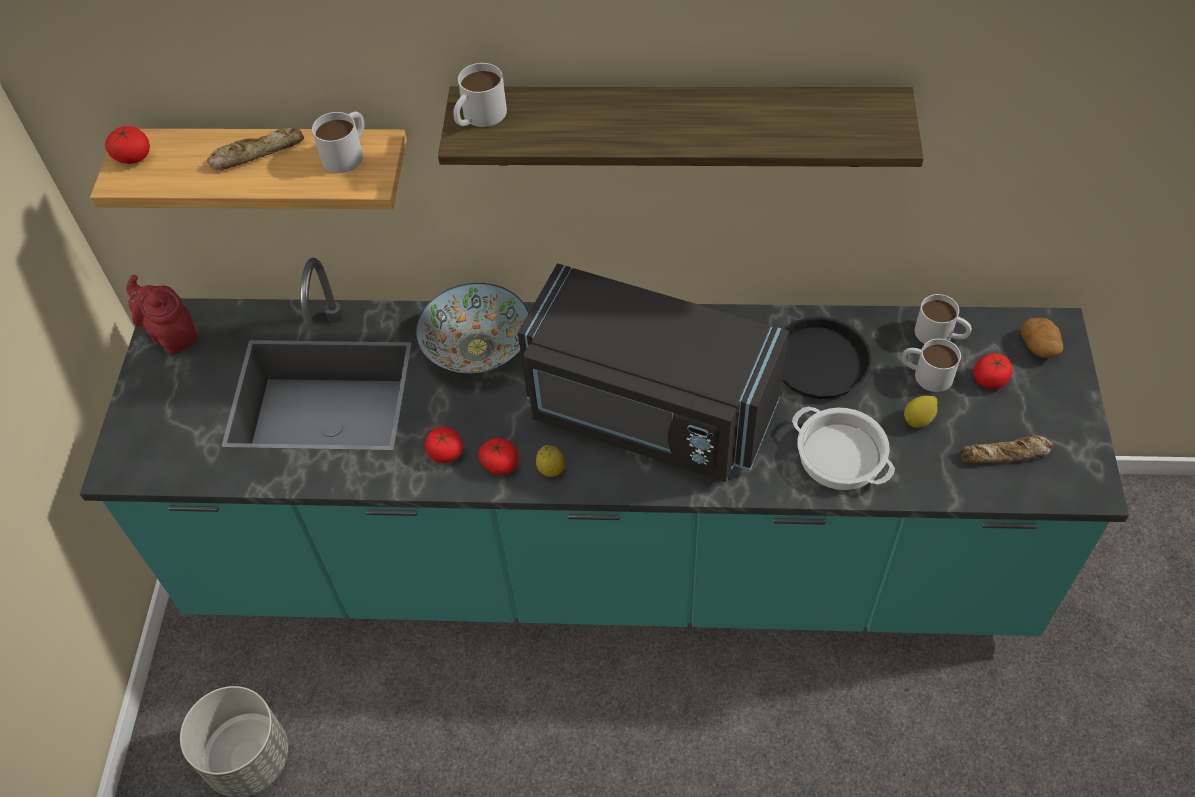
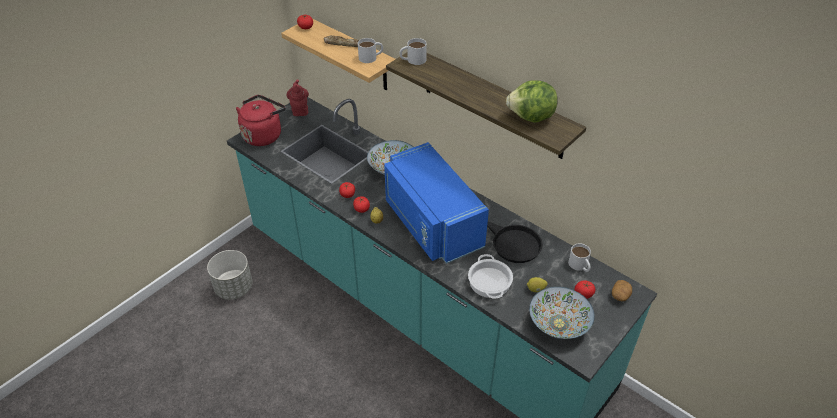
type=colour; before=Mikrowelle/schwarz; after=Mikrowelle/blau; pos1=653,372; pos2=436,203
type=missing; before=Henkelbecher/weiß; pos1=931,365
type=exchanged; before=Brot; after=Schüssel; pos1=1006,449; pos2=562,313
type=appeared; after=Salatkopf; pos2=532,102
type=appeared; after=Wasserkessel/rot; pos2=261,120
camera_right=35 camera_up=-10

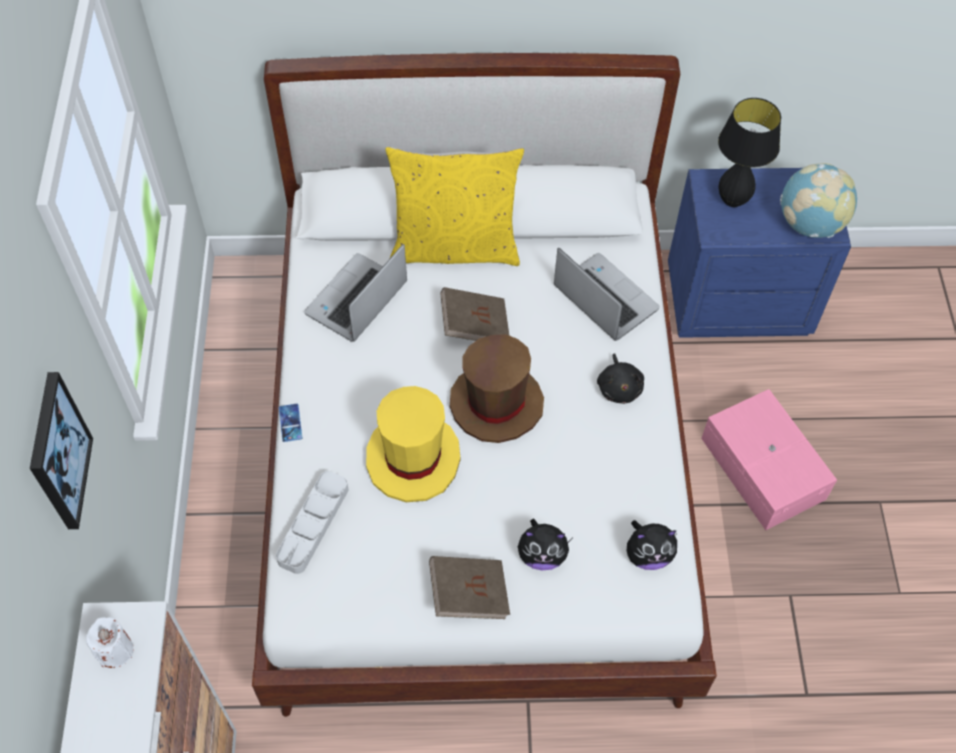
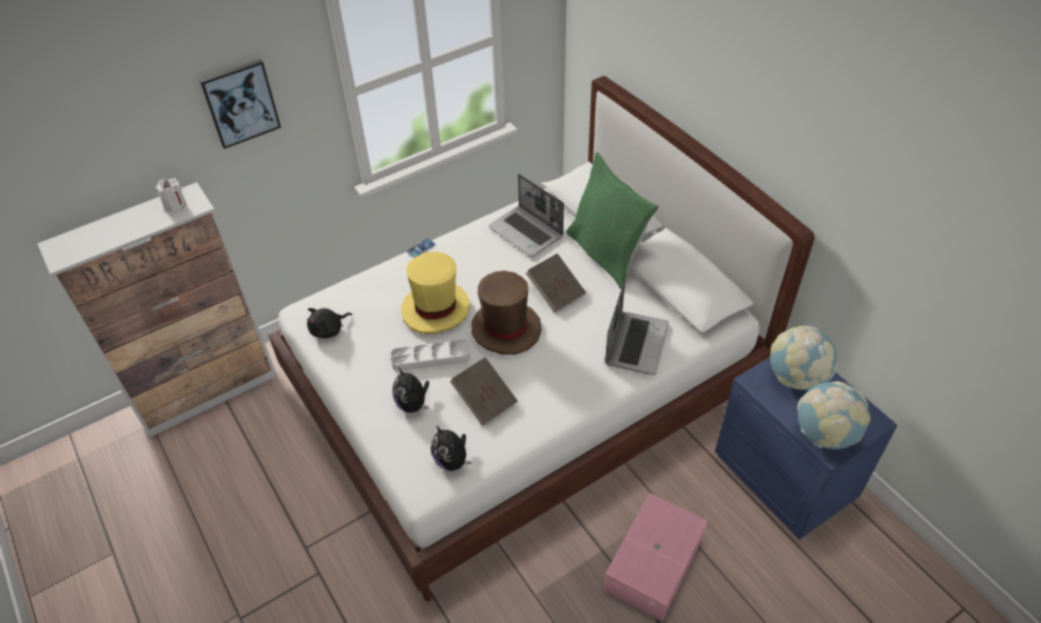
type=exchanged; before=Tischlampe/schwarz; after=Globus; pos1=749,152; pos2=803,357
type=colour; before=Kissen/gelb; after=Kissen/grün; pos1=454,206; pos2=612,220
type=spun; before=Laptop; pos1=355,293; pos2=526,215; turn=-135
type=relocated; before=Plüschtier/schwarz; pos1=620,378; pos2=329,323
type=relocated; before=Tablett/grau; pos1=312,522; pos2=430,355
type=relocated; before=Buch/braun; pos1=469,587; pos2=484,391
camera_right=60 camera_up=-10

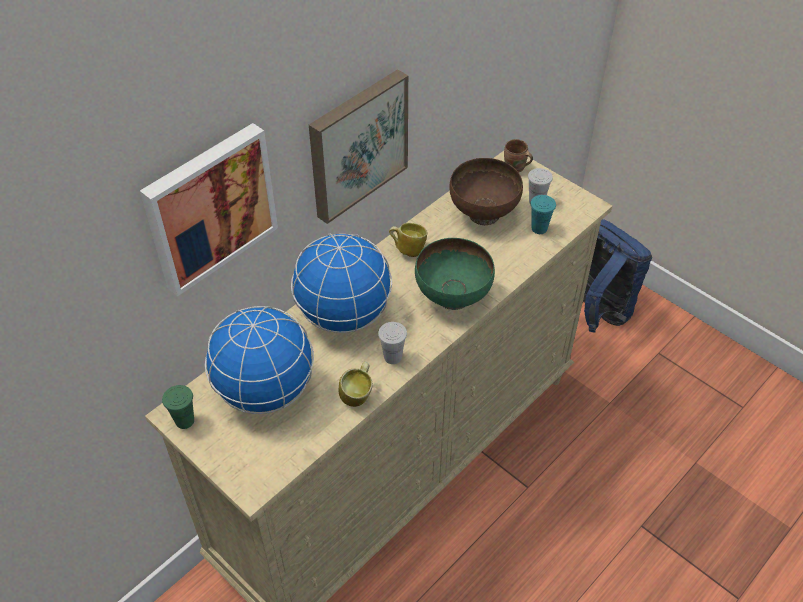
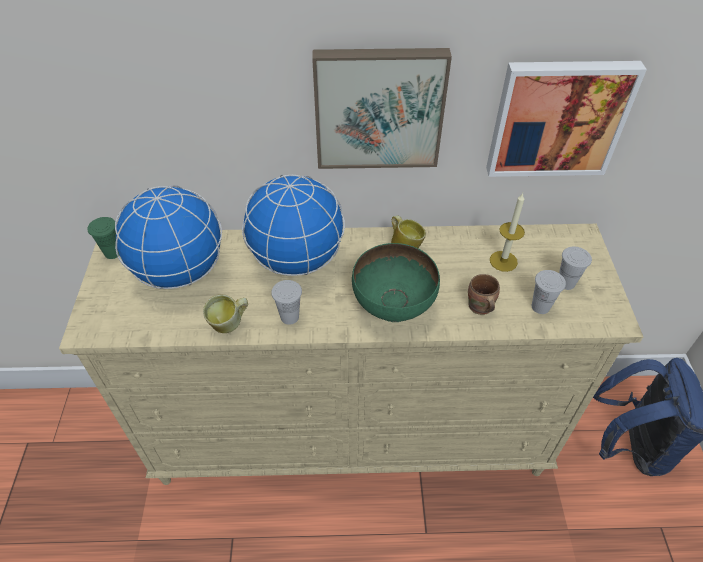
type=relocated; before=Bild; pos1=209,209; pos2=566,119
type=relocated; before=Henkelbecher/braun; pos1=518,155; pos2=484,294
type=exchanged; before=Schüssel/braun; after=Kerze; pos1=486,191; pos2=507,232
type=colour; before=Tasse/türkis; after=Tasse/weiß; pos1=543,214; pos2=549,292
camera_right=45 camera_up=0

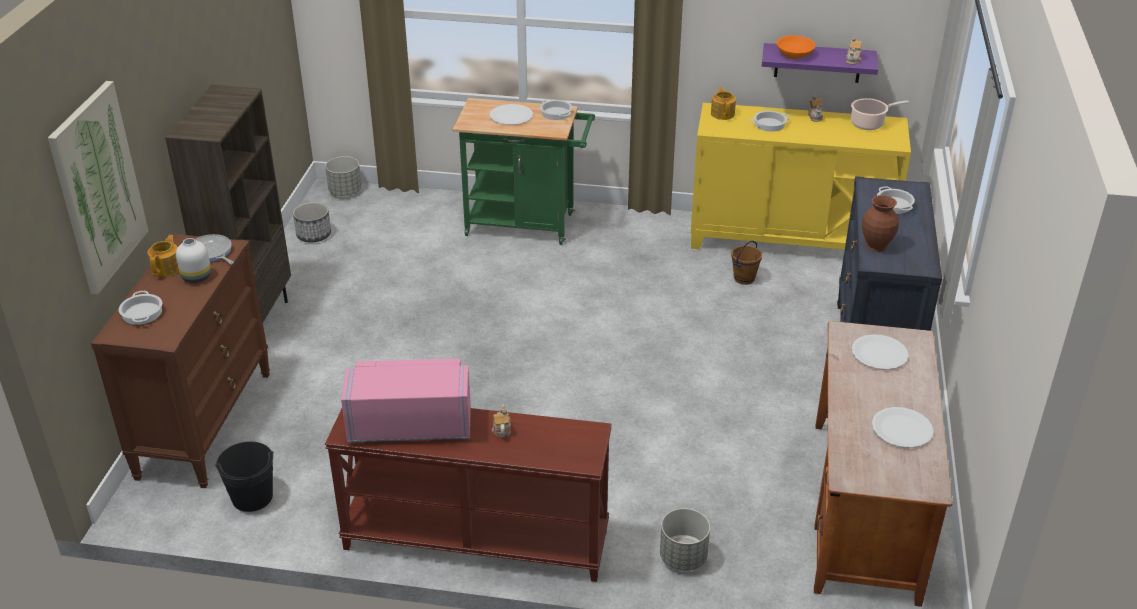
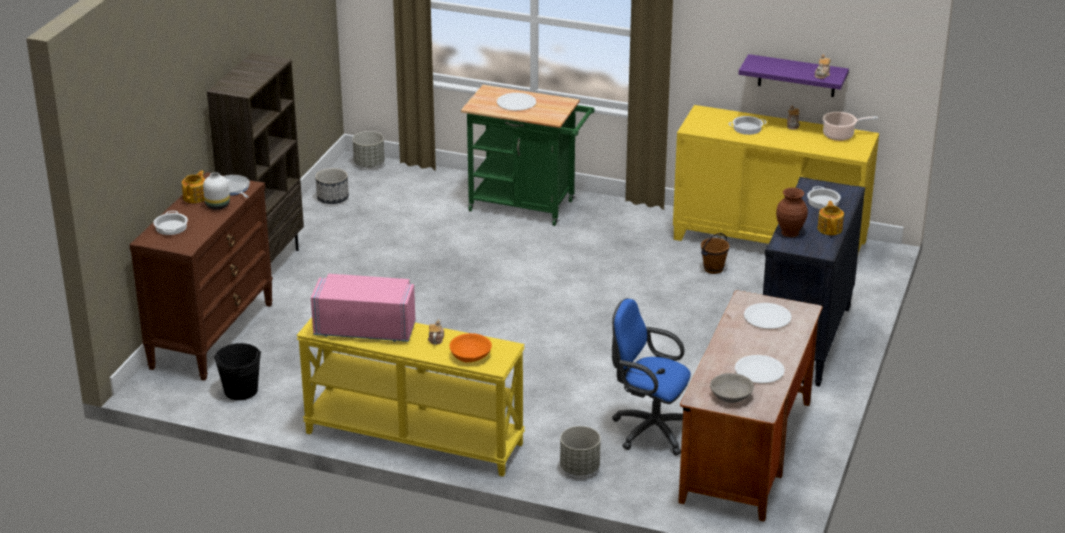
type=relocated; before=Schüssel/orange; pos1=796,47; pos2=471,348
type=missing; before=Bild; pos1=98,188
type=relocated; before=Teekanne; pos1=723,103; pos2=830,218
type=missing; before=Kochtopf; pos1=556,109
type=colour; before=Konsolentisch/braun; after=Konsolentisch/gelb; pos1=468,495; pos2=410,397
type=appeared; after=Bürostuhl/blau; pos2=651,377
type=appeared; after=Schüssel/grau; pos2=732,388
camera_right=10 camera_up=-5

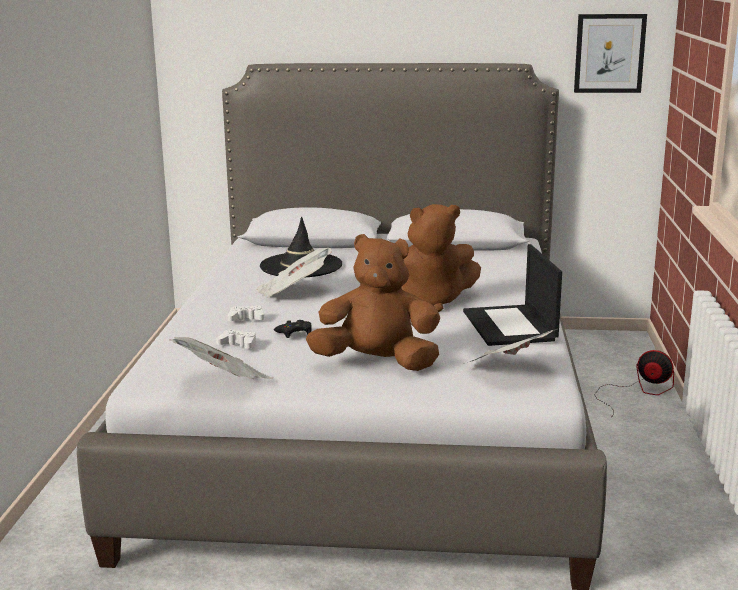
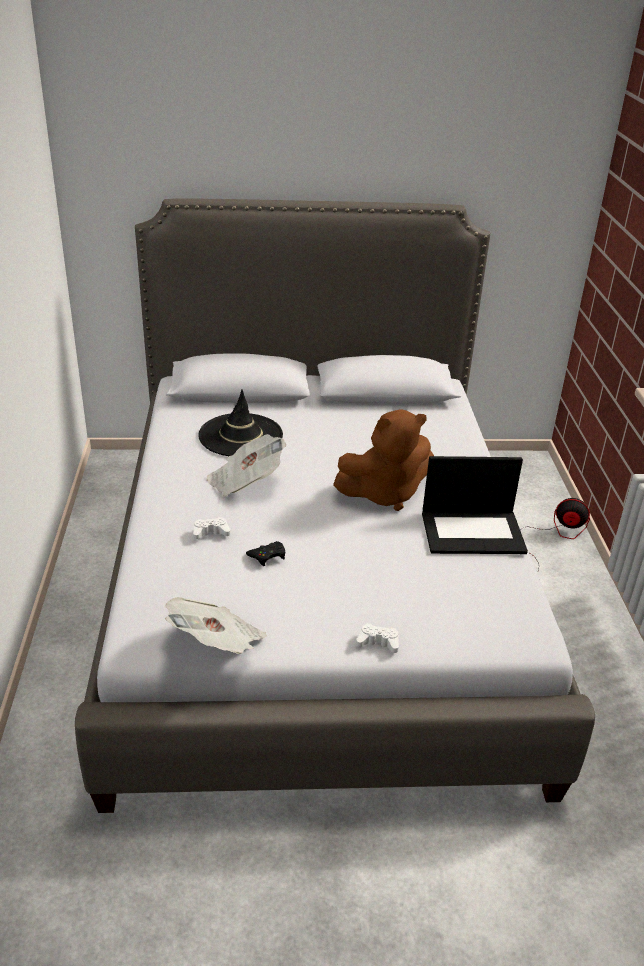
type=missing; before=Bild; pos1=610,53
type=missing; before=Plüschtier/braun; pos1=373,302
type=spun; before=Laptop; pos1=512,295; pos2=475,505; turn=-75
type=relocated; before=Gamepad/weiß; pos1=236,339; pos2=377,638
type=missing; before=Zeitung; pos1=511,346
camera_right=-10 camera_up=15

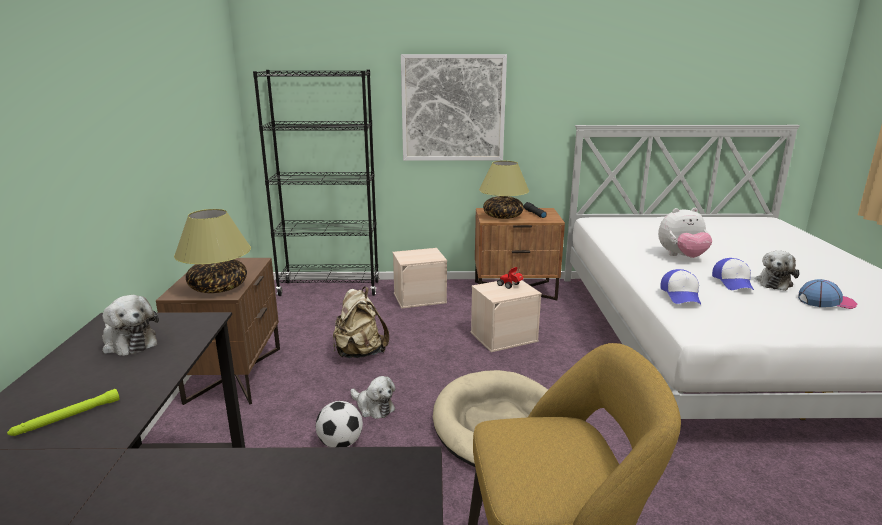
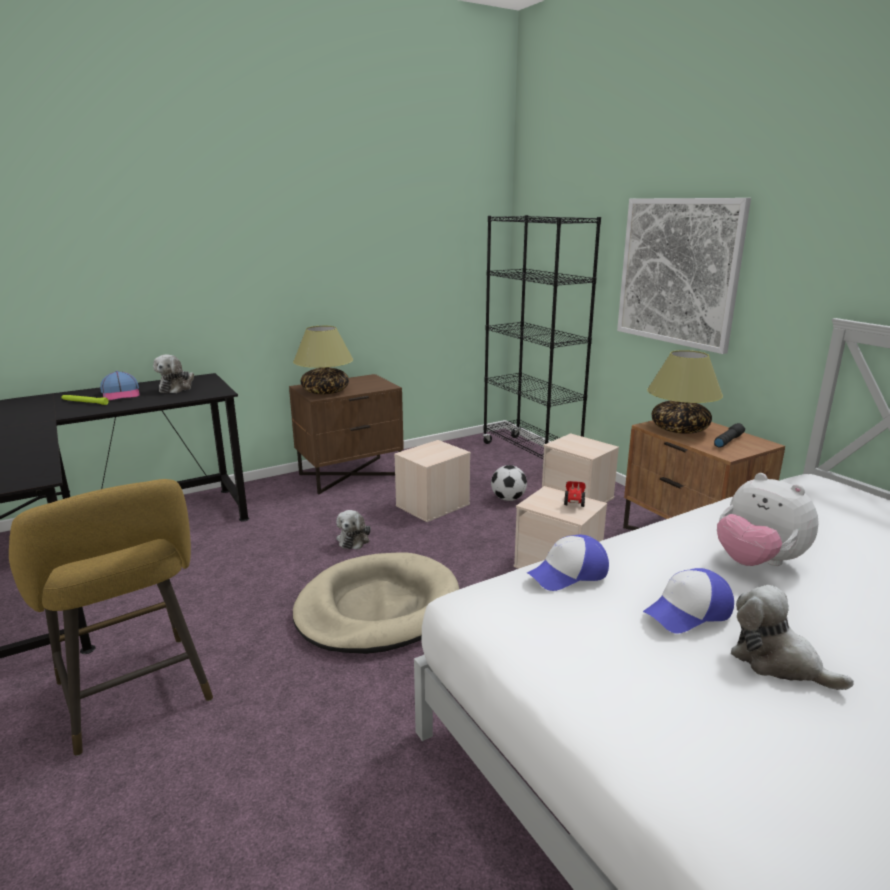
type=spun; before=Plüschtier; pos1=777,270; pos2=792,637; turn=45
type=relocated; before=Kappe; pos1=827,294; pos2=120,385
type=exchanged; before=Rucksack/beige; after=Aufbewahrungsbox/beige; pos1=361,322; pos2=432,481
type=relocated; before=Fußball; pos1=339,424; pos2=509,483
camera_right=60 camera_up=0

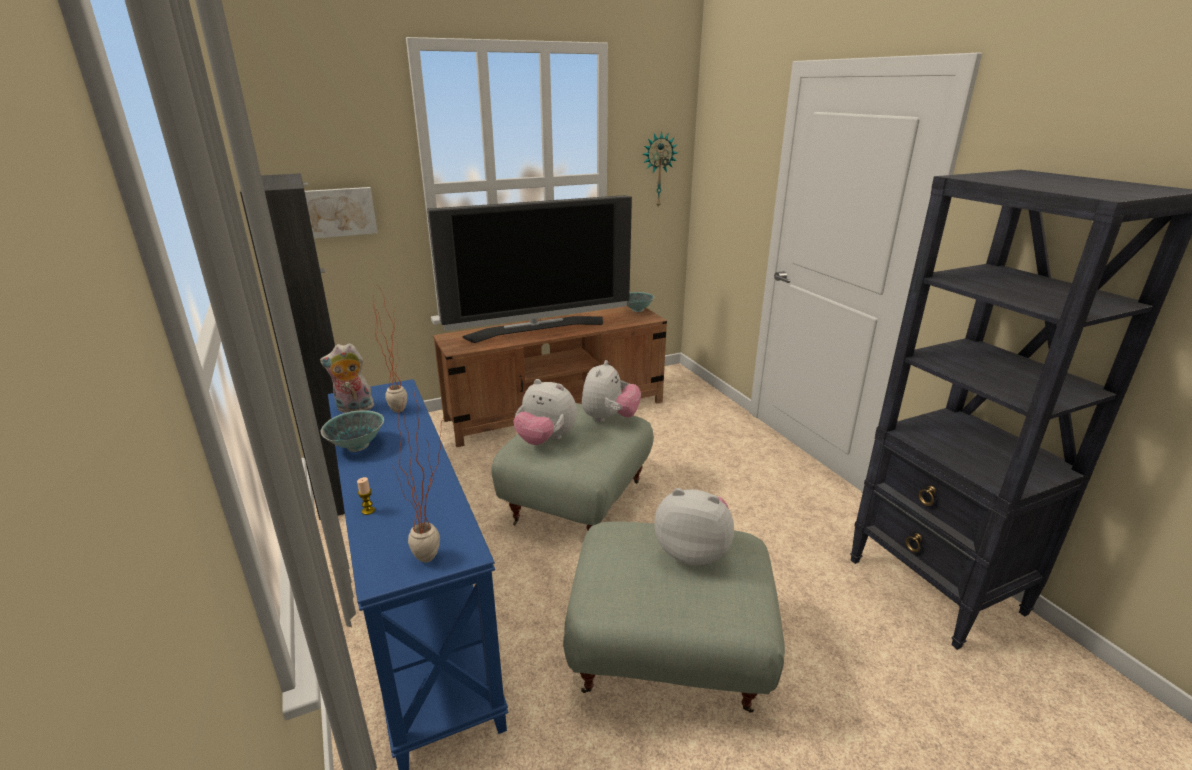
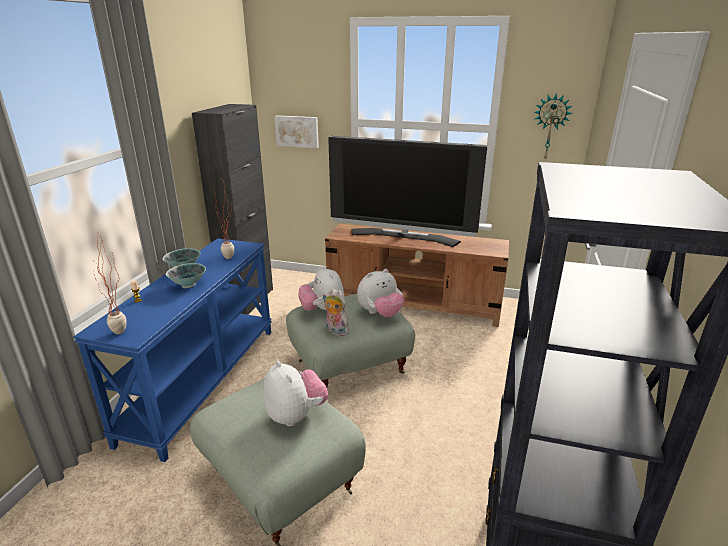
type=relocated; before=Schüssel; pos1=640,302; pos2=186,275
type=relocated; before=Plüschtier; pos1=347,378; pos2=336,312
camera_right=40 camera_up=0

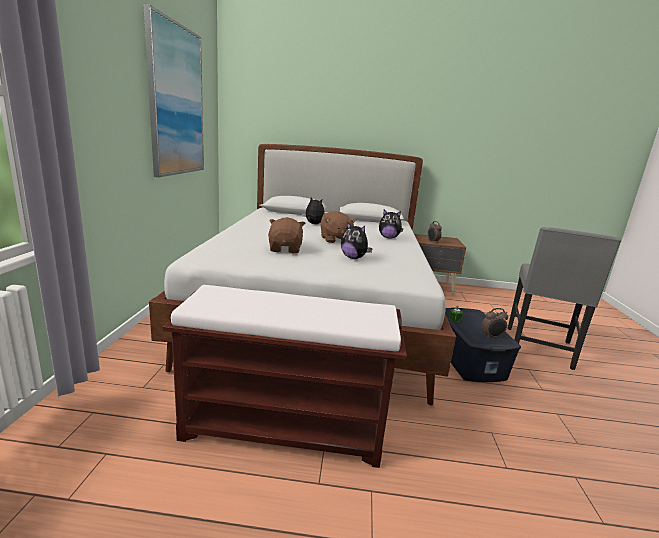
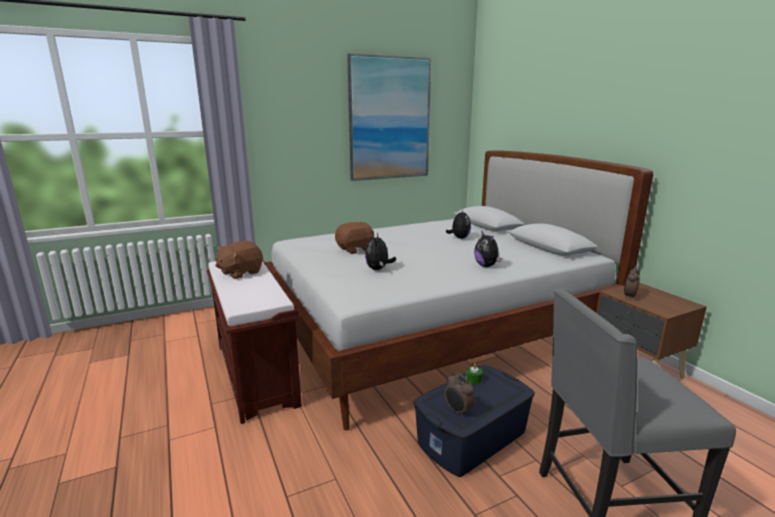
type=relocated; before=Plüschtier/braun; pos1=338,227; pos2=239,260
camera_right=60 camera_up=0

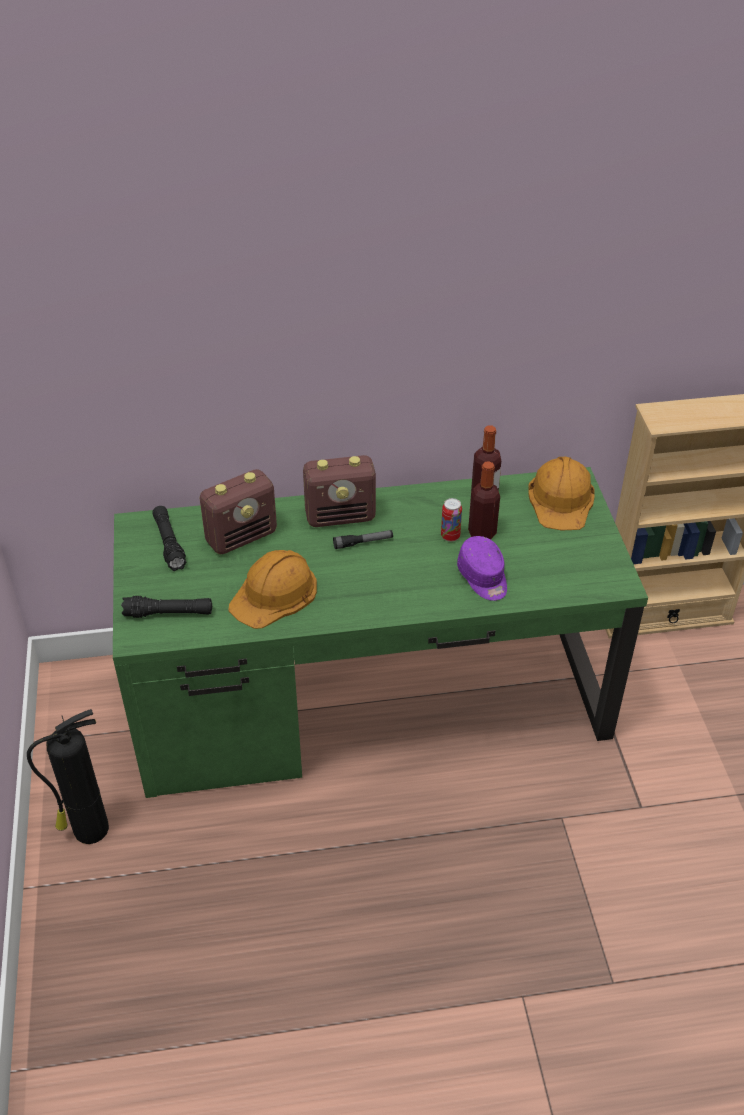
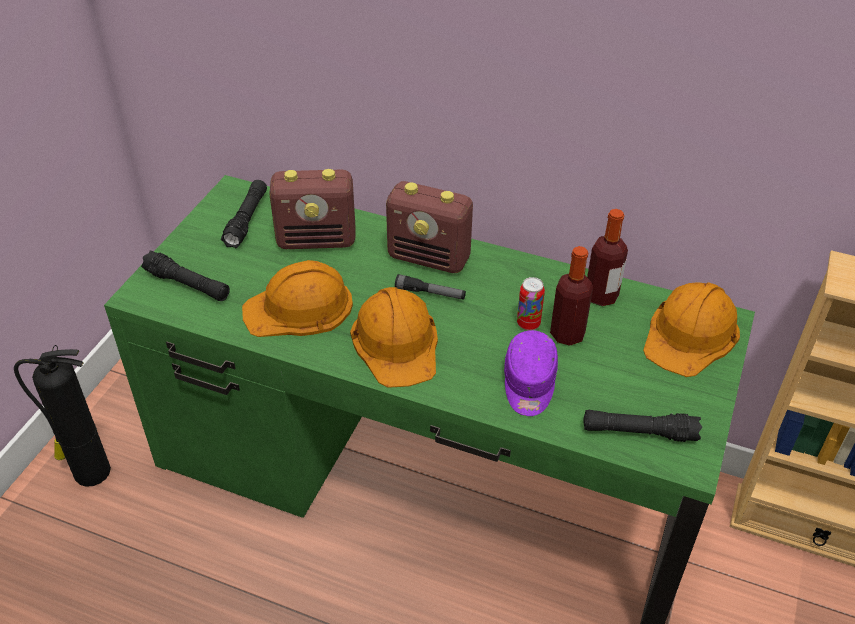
type=appeared; after=Schutzhelm/orange; pos2=394,337
type=appeared; after=Taschenlampe/schwarz; pos2=642,426
camera_right=30 camera_up=0

